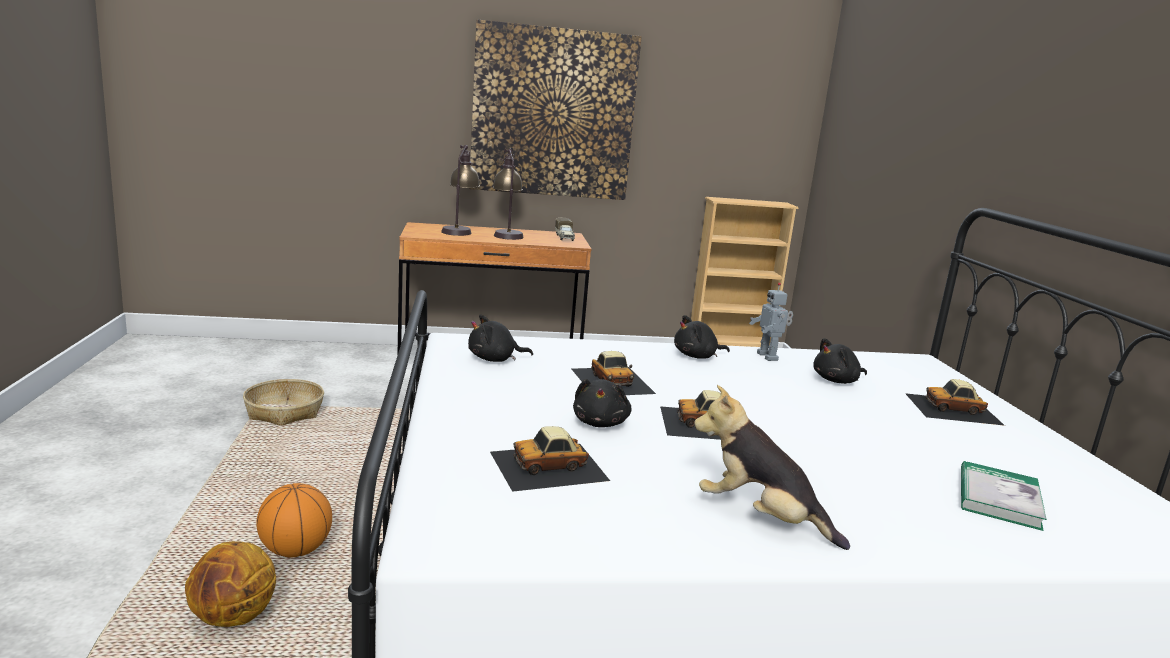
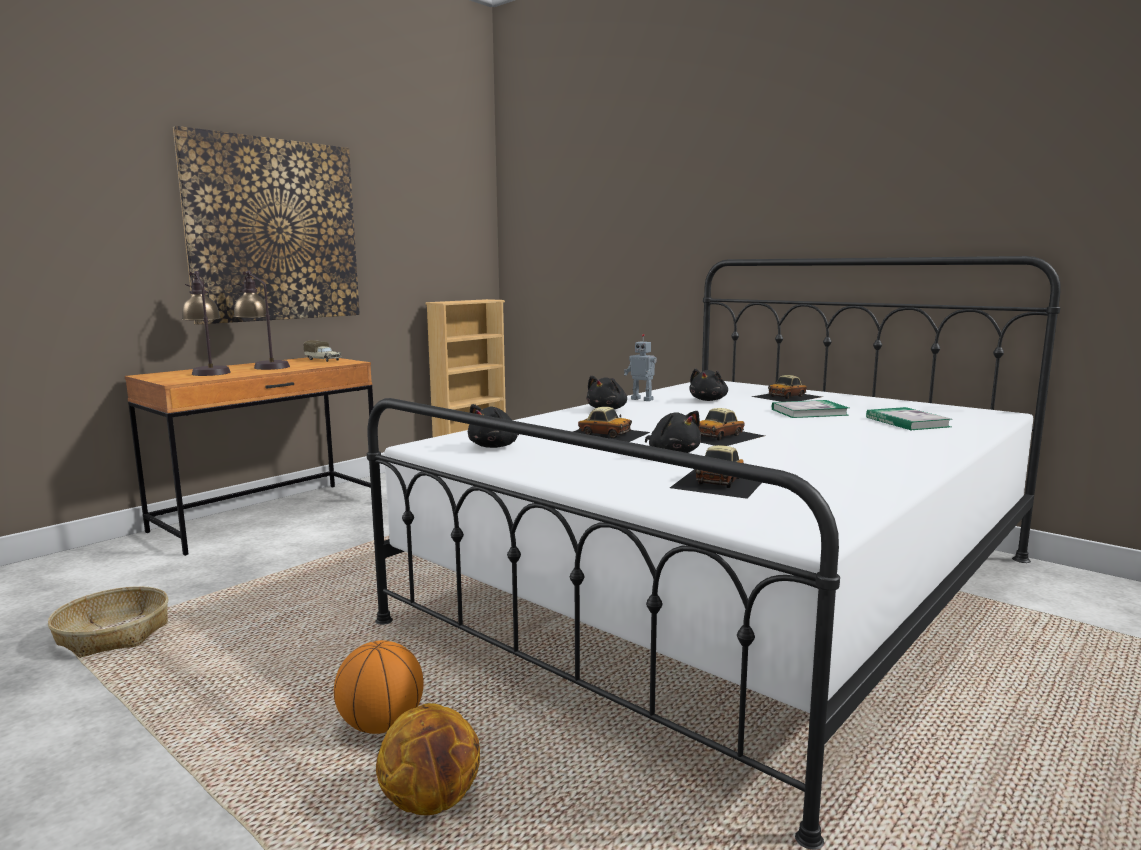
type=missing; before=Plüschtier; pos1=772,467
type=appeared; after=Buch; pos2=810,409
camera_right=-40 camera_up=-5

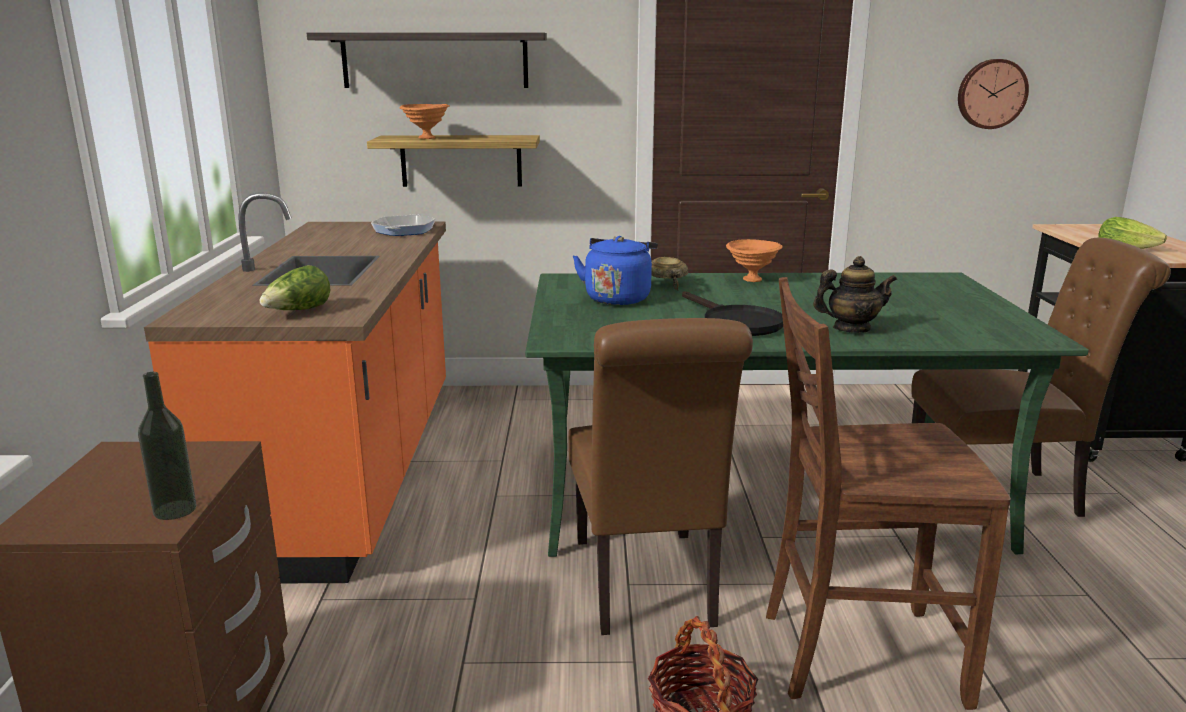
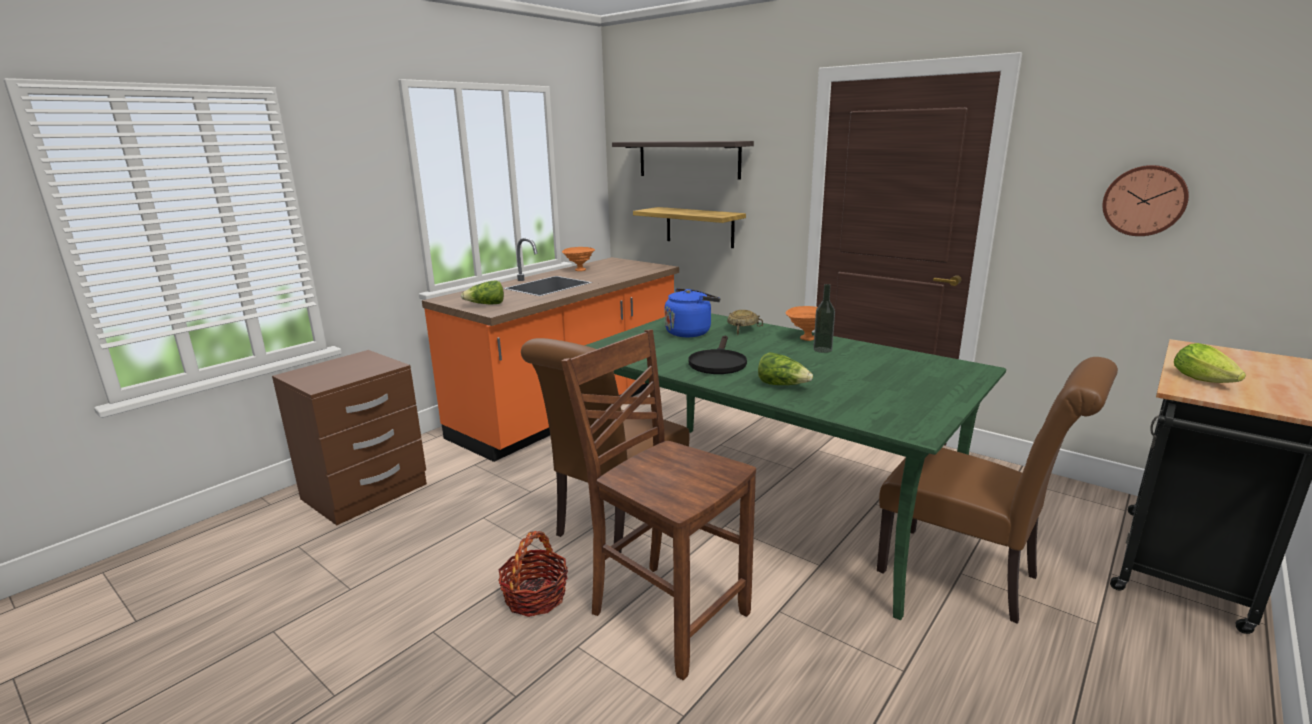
type=relocated; before=Schüssel/orange; pos1=424,121; pos2=578,259
type=missing; before=Pfanne; pos1=403,225
type=exchanged; before=Teekanne; after=Salatkopf; pos1=855,294; pos2=785,368
type=relocated; before=Flasche; pos1=167,446; pos2=824,318
camera_right=40 camera_up=0

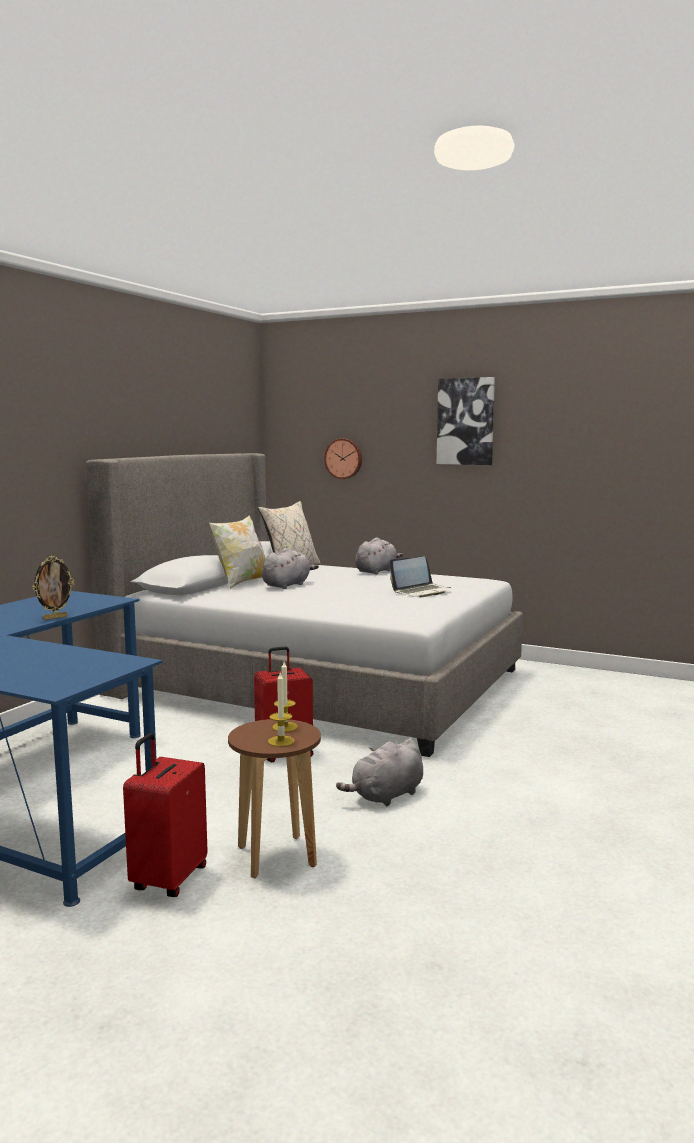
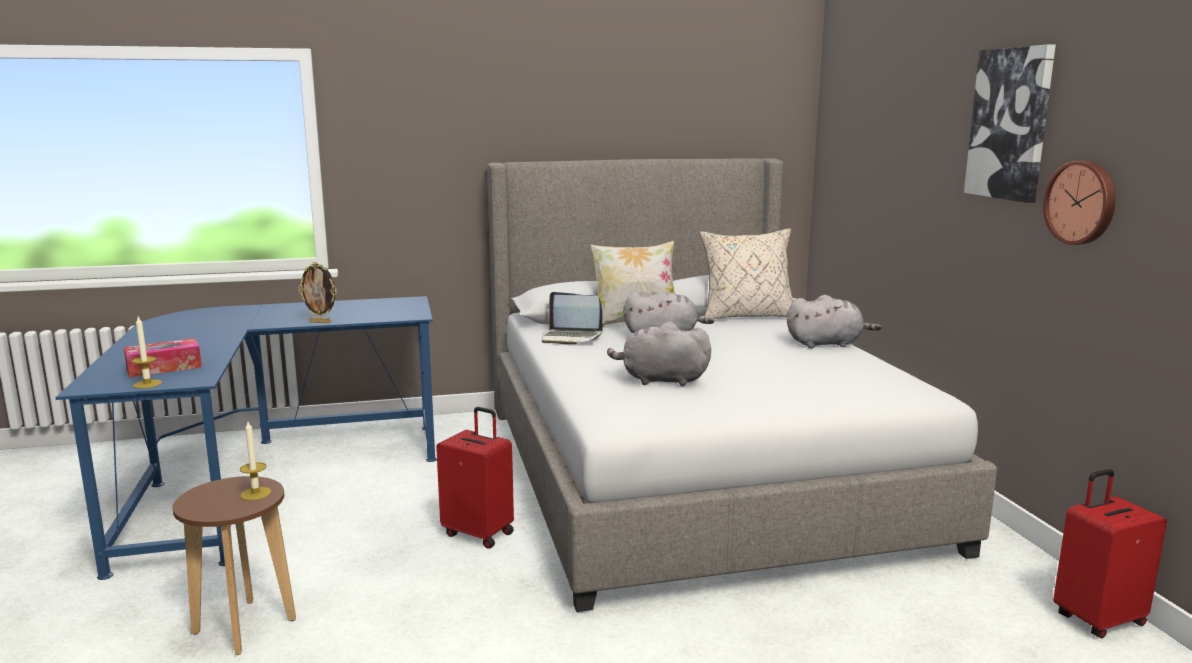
type=relocated; before=Wanduhr; pos1=343,458; pos2=1079,203
type=relocated; before=Laptop; pos1=420,576; pos2=572,318
type=relocated; before=Kerze; pos1=281,710; pos2=147,353
type=relocated; before=Koffer/rot; pos1=165,815; pos2=1110,553
type=relocated; before=Plüschtier/grau; pos1=379,772; pos2=659,354
type=appeared; after=Taschentuchbox; pos2=163,358
camera_right=50 camera_up=5

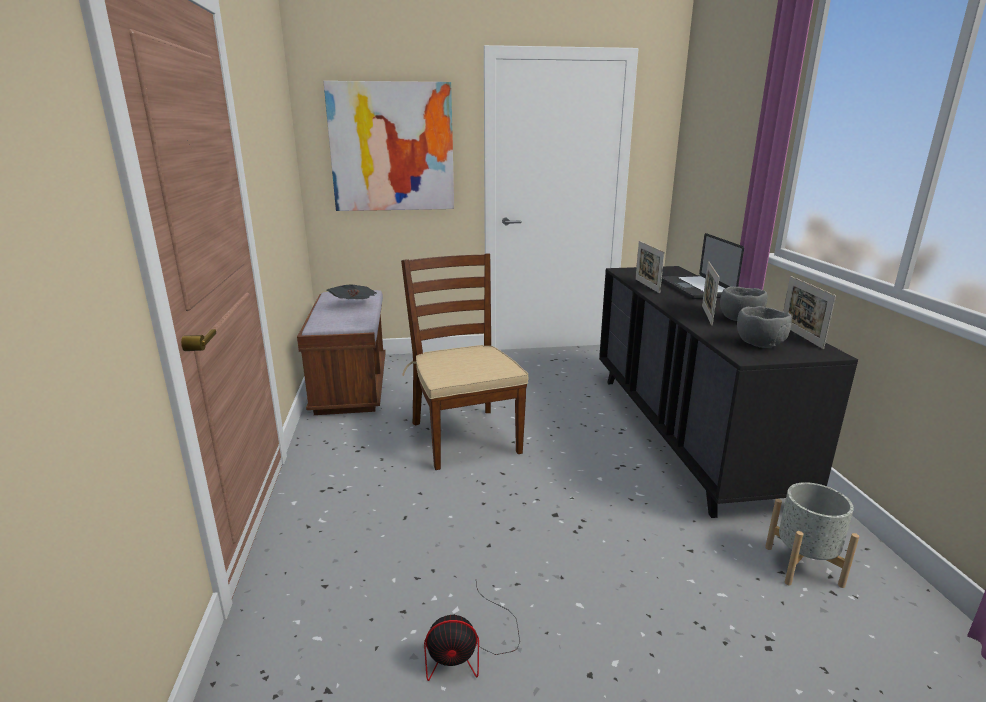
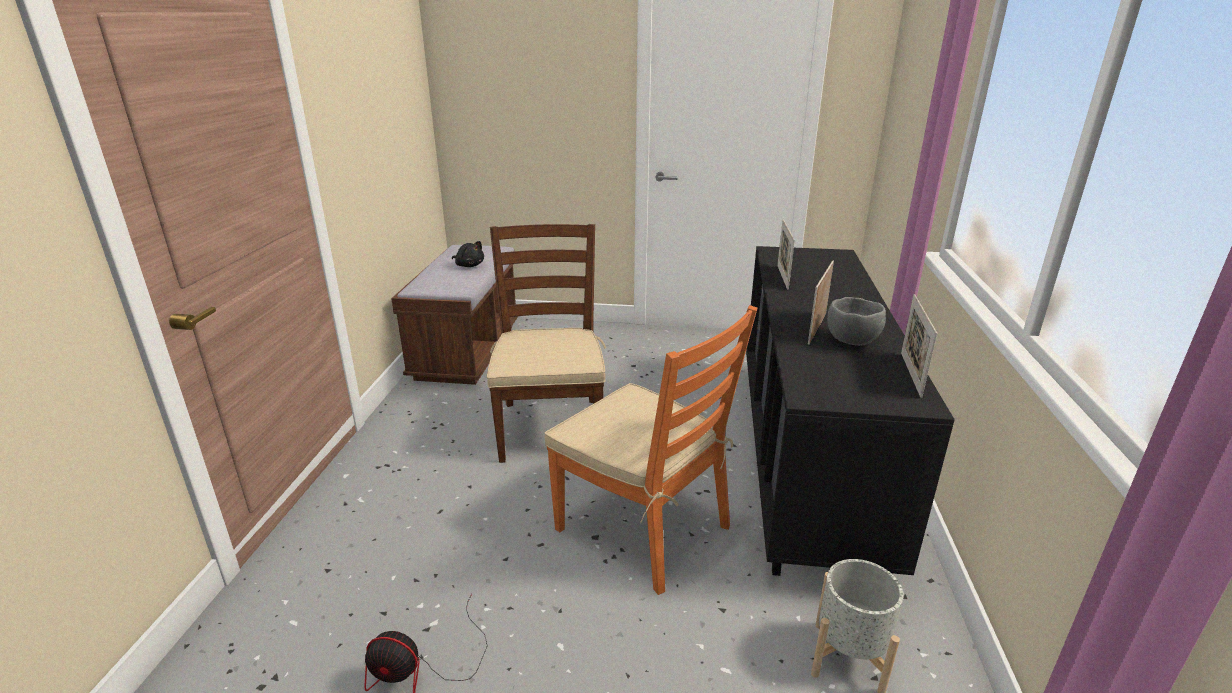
type=missing; before=Bild; pos1=388,146
type=missing; before=Laptop; pos1=703,266
type=exchanged; before=Zeitung; after=Plüschtier/schwarz; pos1=351,292; pos2=468,254
type=missing; before=Schüssel/grau; pos1=764,327
type=appeared; after=Stuhl/orange; pos2=650,450
camera_right=15 camera_up=5

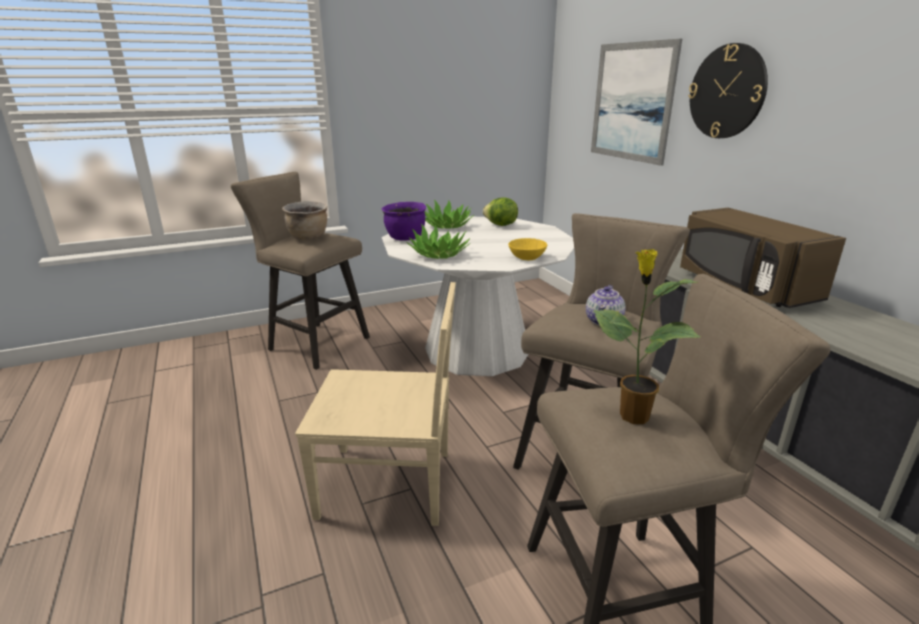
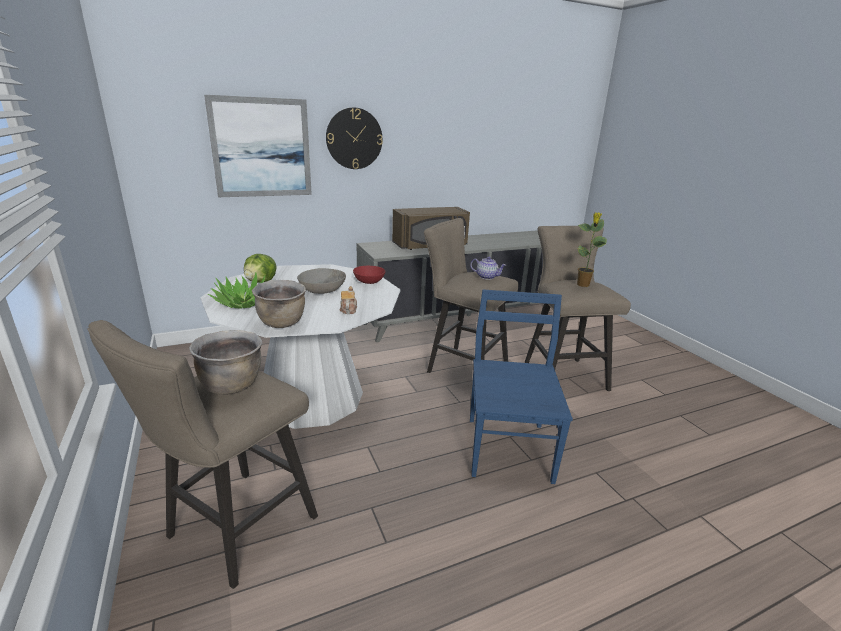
type=colour; before=Kochtopf/lila; after=Kochtopf/braun; pos1=404,221; pos2=279,304
type=exchanged; before=Topfpflanze; after=Teekanne; pos1=438,241; pos2=348,300
type=colour; before=Schüssel/gelb; after=Schüssel/rot; pos1=527,249; pos2=369,275
type=colour; before=Stuhl/beige; after=Stuhl/blau; pos1=375,404; pos2=521,387
type=appeared; after=Schüssel/grau; pos2=321,281
camera_right=-90 camera_up=0

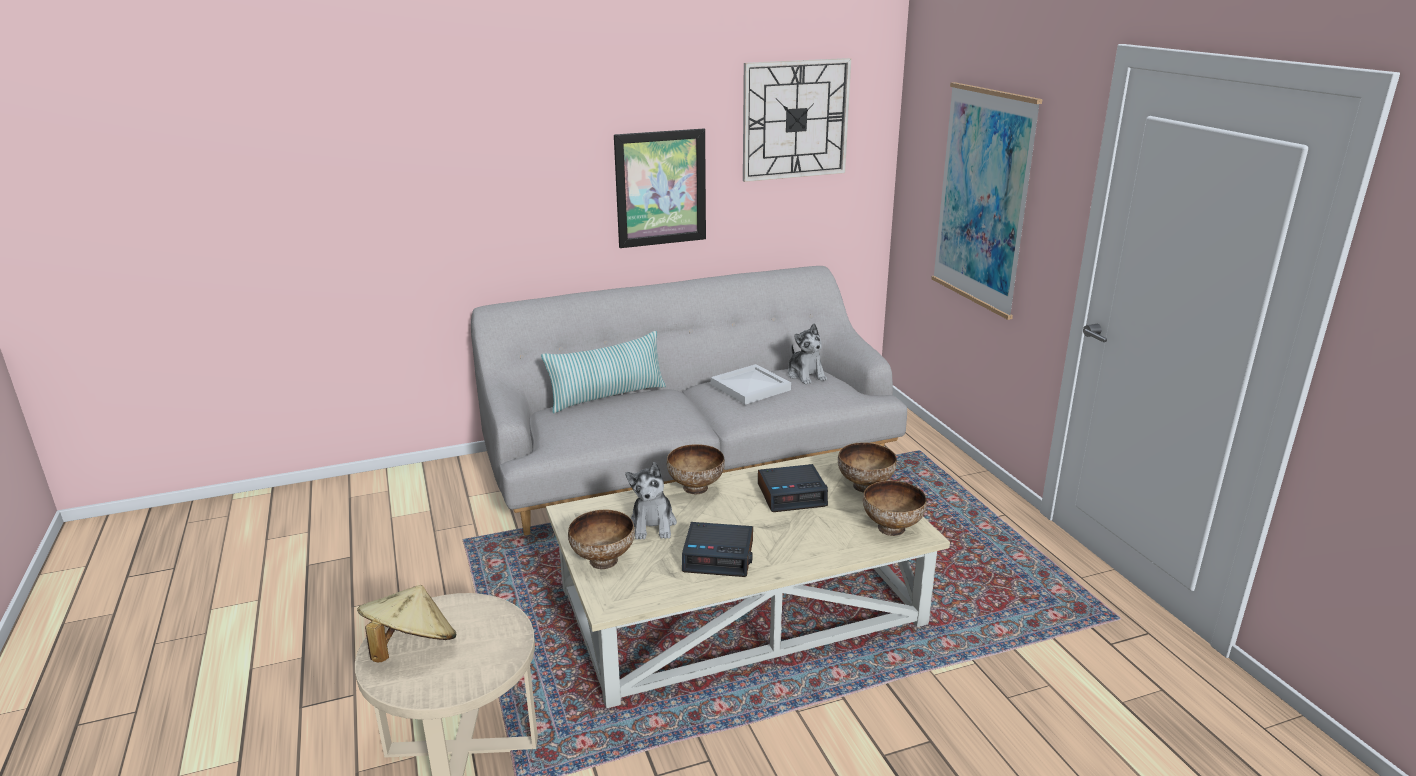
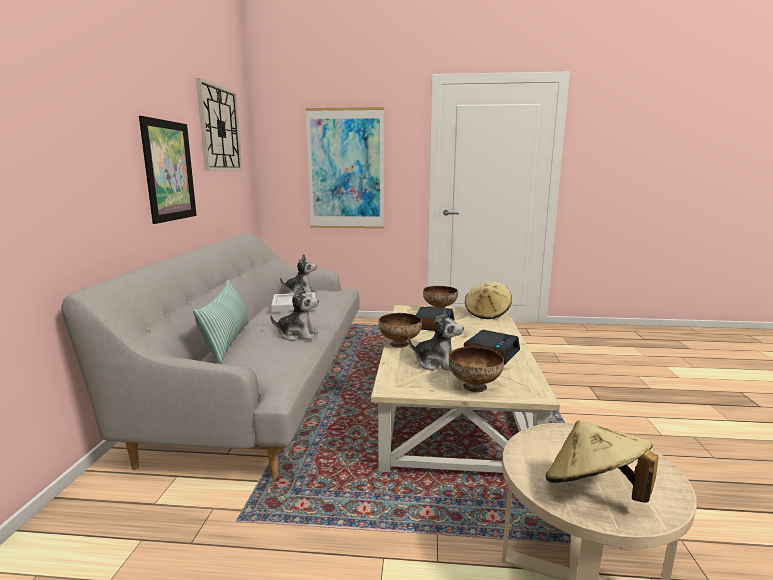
type=exchanged; before=Schüssel; after=Hut/beige; pos1=895,508; pos2=488,300
type=appeared; after=Plüschtier; pos2=294,312
camera_right=-65 camera_up=-10

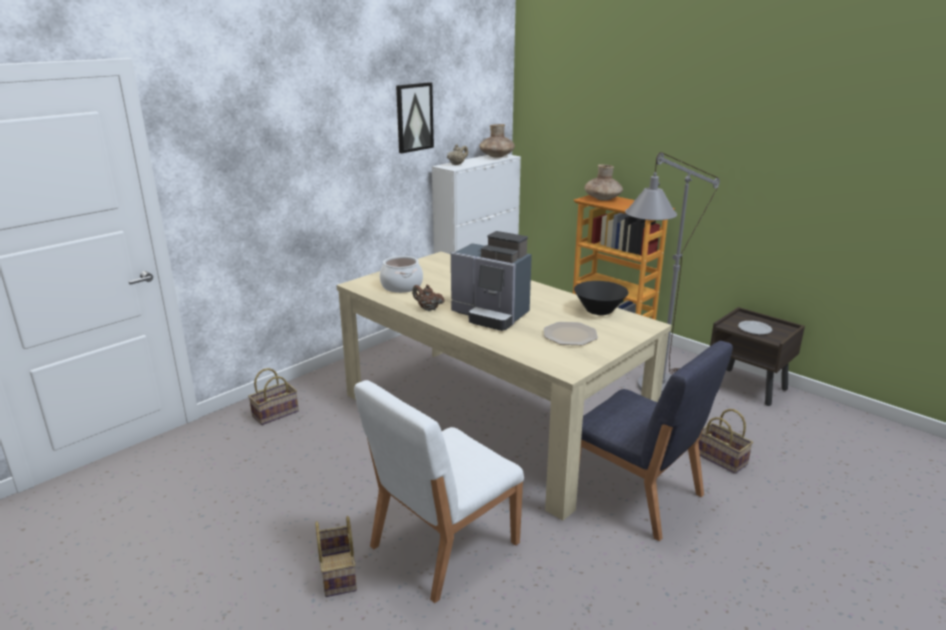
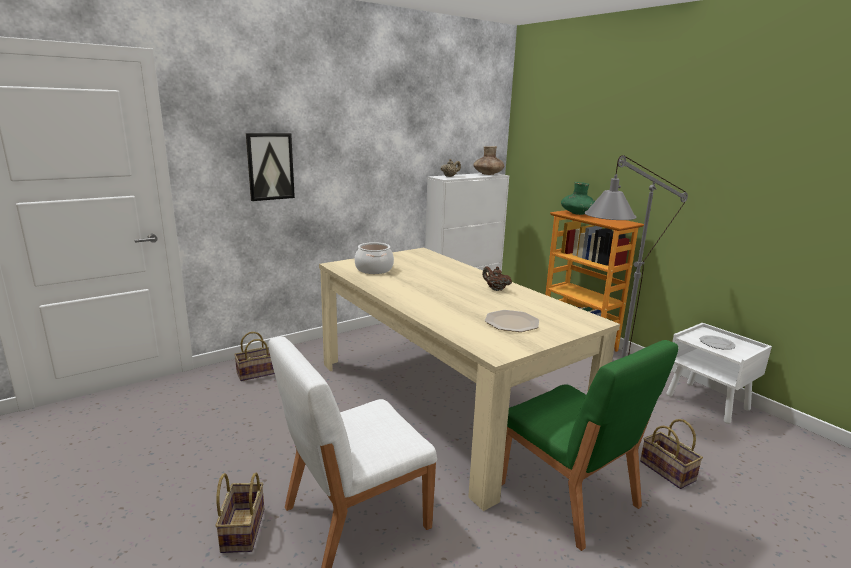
type=relocated; before=Bild; pos1=415,117; pos2=270,167
type=colour; before=Vase/braun; after=Vase/grün; pos1=603,182; pos2=578,198
type=missing; before=Kaffeemaschine; pos1=491,281
type=missing; before=Schüssel/schwarz; pos1=601,298
type=relocated; before=Teekanne/braun; pos1=428,298; pos2=497,278
type=colour; before=Nachttisch/braun; after=Nachttisch/weiß; pos1=757,356; pos2=719,373
type=colour; before=Stuhl/blau; after=Stuhl/grün; pos1=656,441; pos2=590,445
camera_right=10 camera_up=-5

